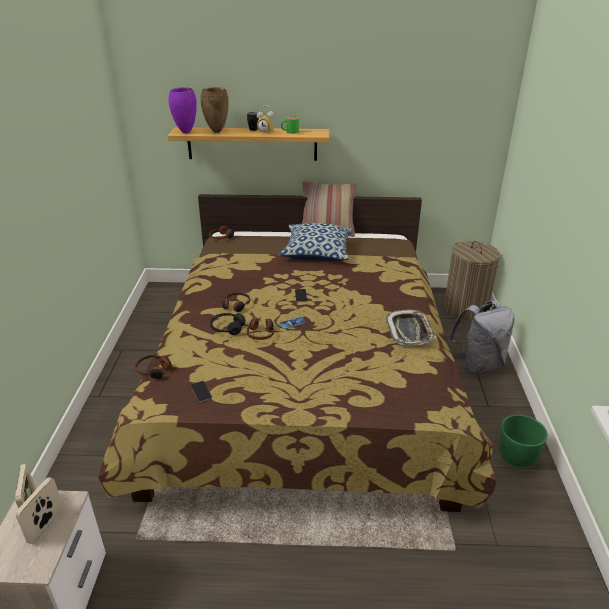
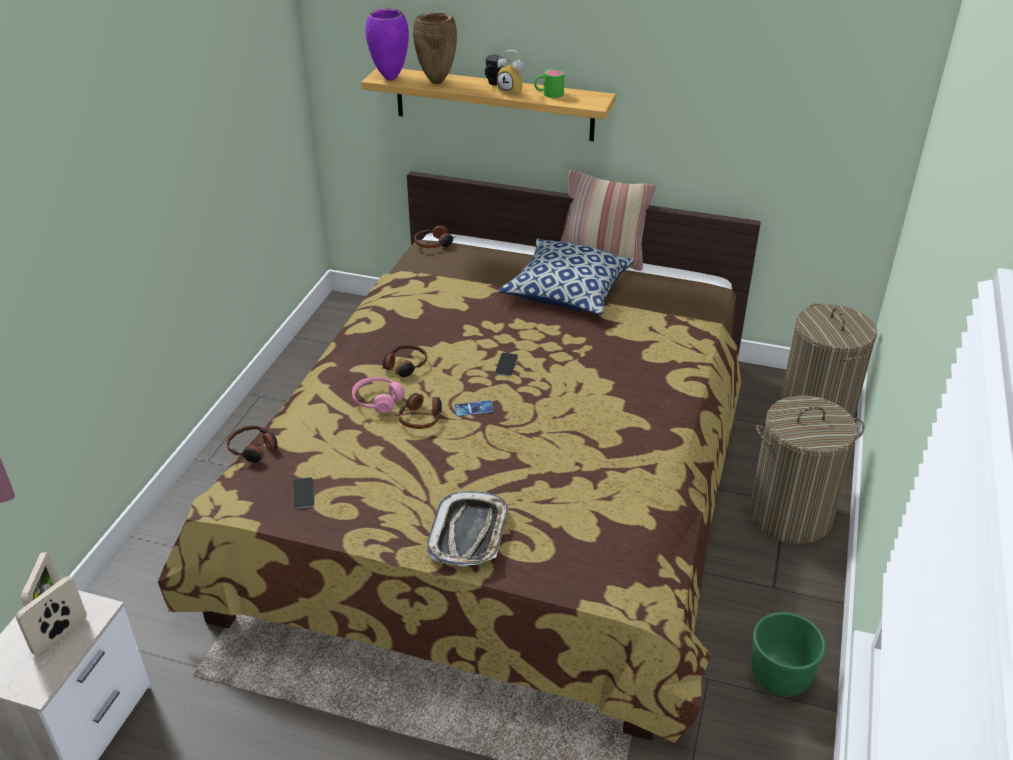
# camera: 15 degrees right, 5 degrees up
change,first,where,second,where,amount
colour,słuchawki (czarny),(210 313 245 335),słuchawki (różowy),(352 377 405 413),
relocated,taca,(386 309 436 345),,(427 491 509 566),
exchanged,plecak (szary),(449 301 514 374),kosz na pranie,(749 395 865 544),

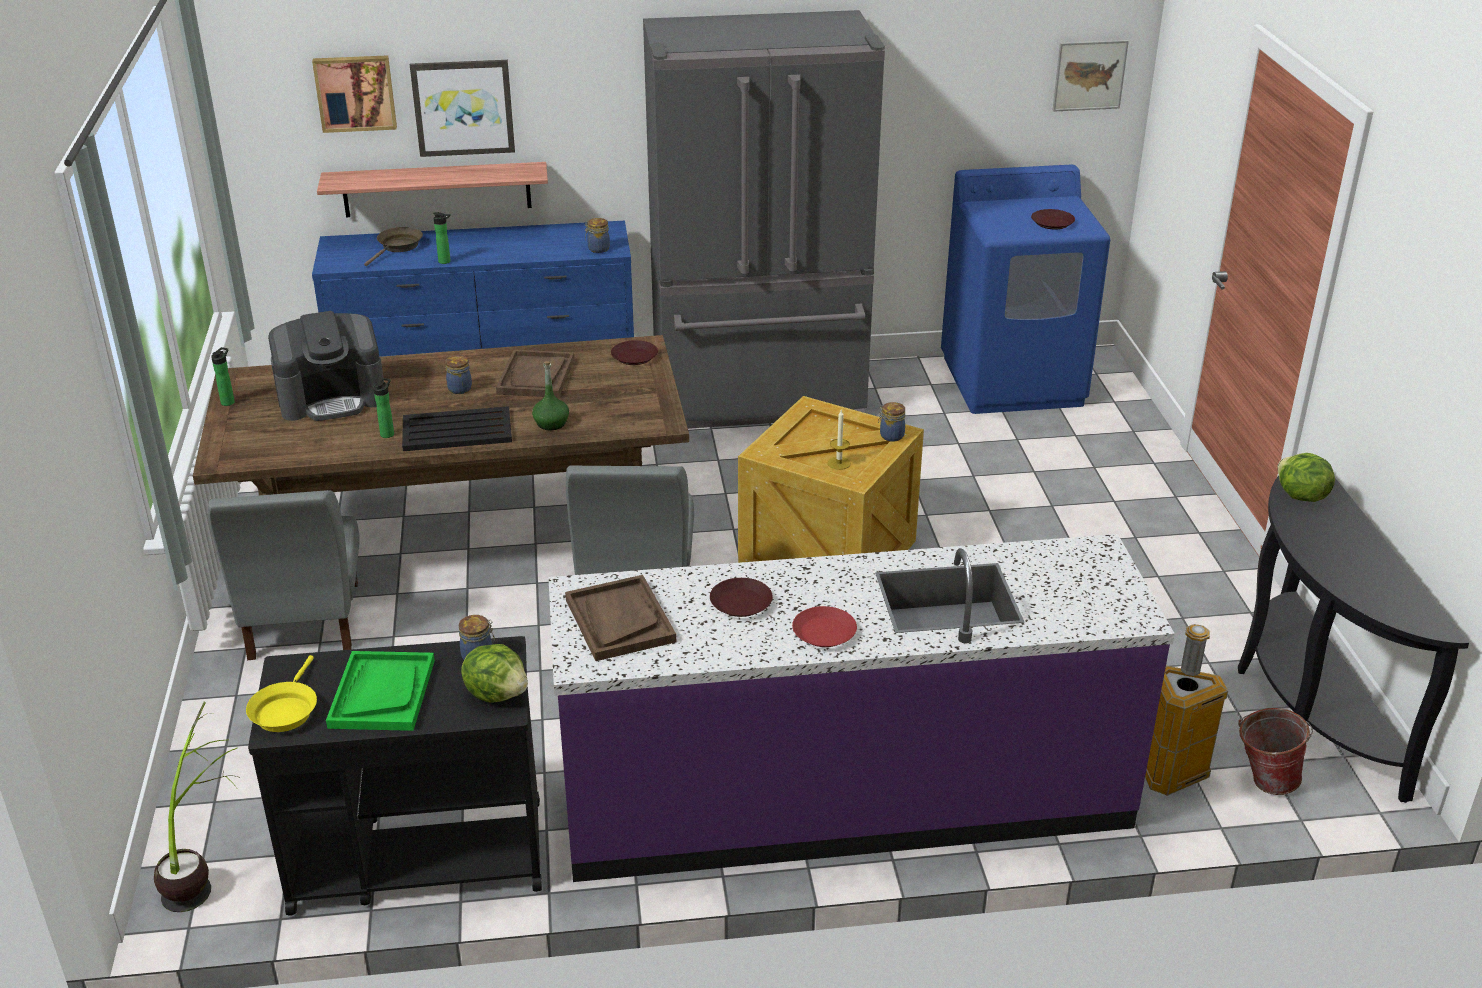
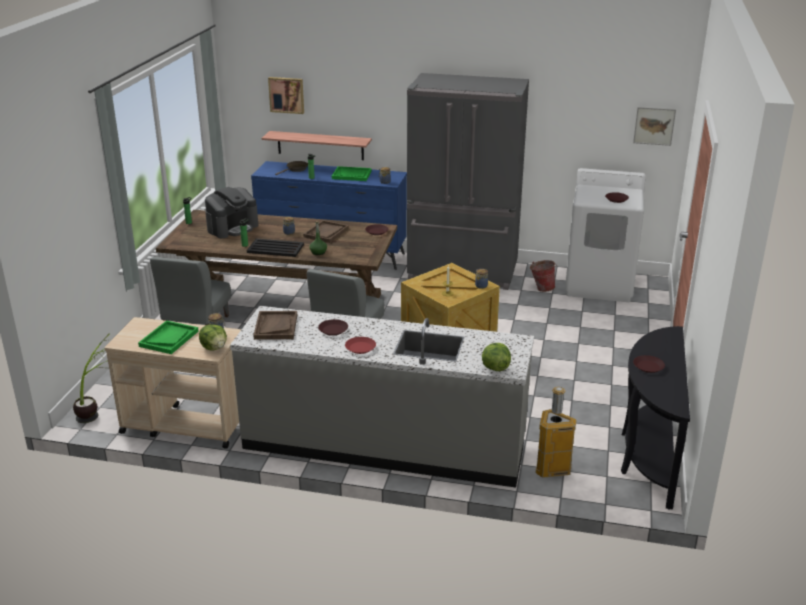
# camera: 20 degrees right, 5 degrees down
change,first,where,second,where,amount
colour,wózek (czarny),(248 636 542 916),wózek (beżowy),(105 317 241 448),
spun,ekspres do kawy,(268 311 384 421),,(205 187 258 238),45 degrees counterclockwise
colour,zabudowa kuchenna (fioletowy),(548 534 1175 882),zabudowa kuchenna (szary),(230 306 534 488),
appeared,,,taca (zielony),(332 166 372 181),
relocated,sałata,(1278 453 1335 502),,(482 343 511 371),
relocated,wiadro,(1238 708 1313 795),,(530 260 557 292),
colour,pralka (niebieski),(941 165 1110 414),pralka (biały),(565 168 646 302),
appeared,,,talerz (brązowy),(633 355 665 373),
missing,patelnia (żółty),(246 655 317 732),,,
missing,obraz,(410 60 515 157),,,

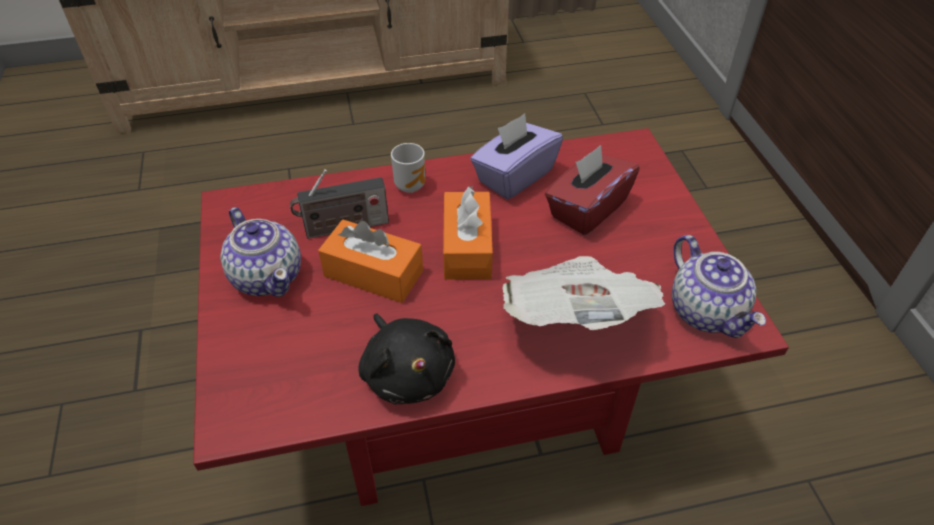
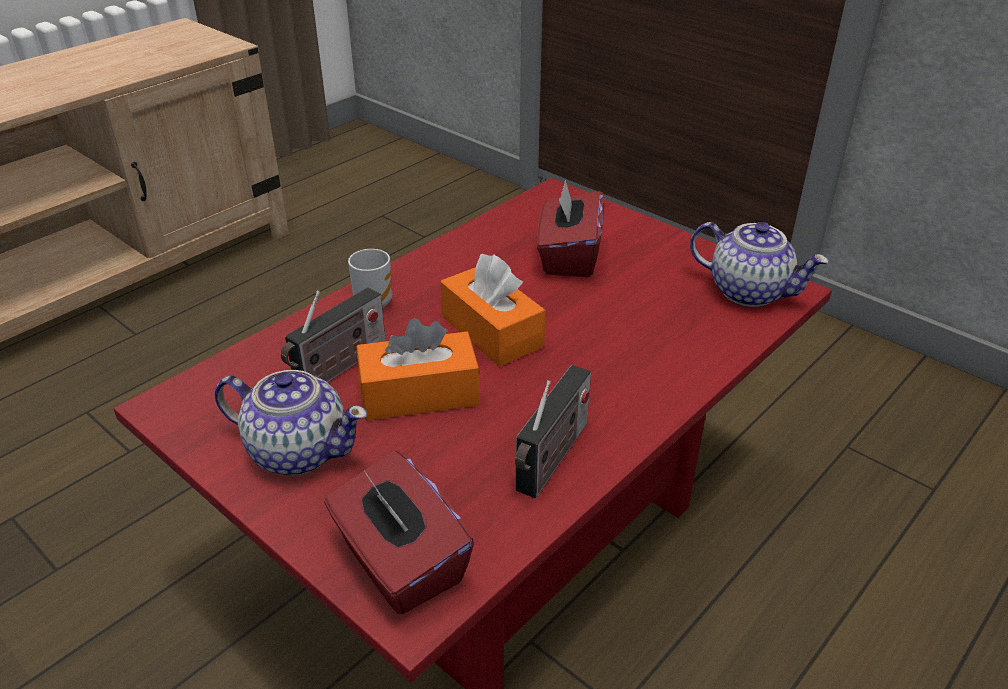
# camera: 35 degrees left, 10 degrees down
change,first,where,second,where,amount
appeared,,,pudełko chusteczek (czerwony),(324 451 474 615),
exchanged,pluszak (czarny),(358 313 455 404),radio,(515 365 591 498),
missing,pudełko chusteczek (fioletowy),(470 114 563 199),,,
missing,gazeta,(502 256 665 330),,,

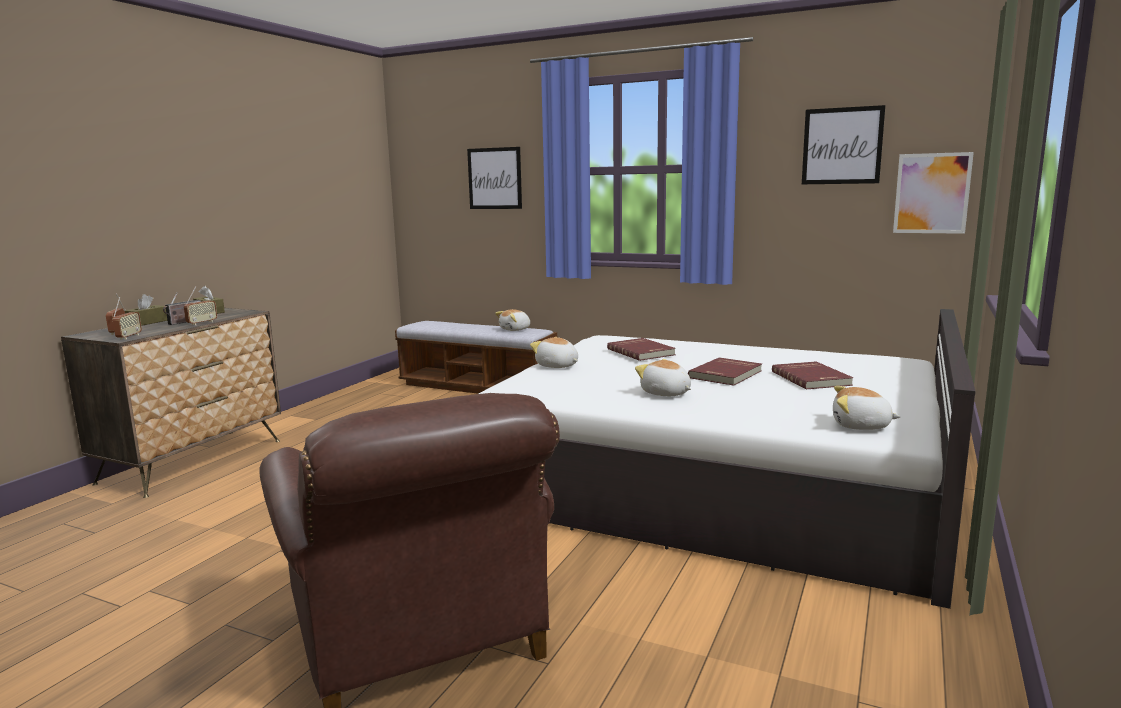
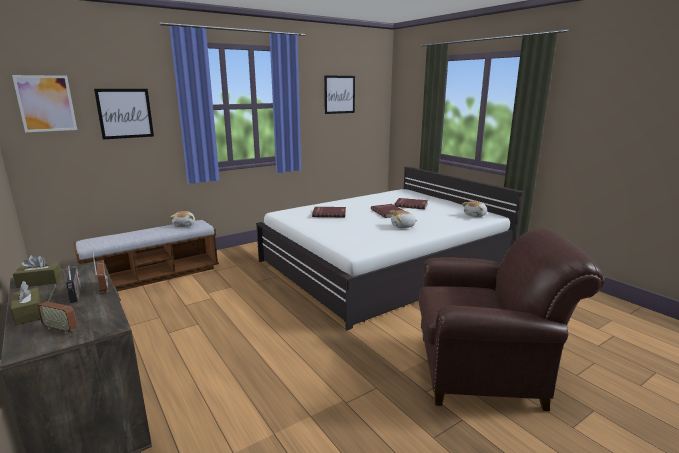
# camera: 60 degrees left, 5 degrees up
change,first,where,second,where,amount
relocated,obraz,(893 152 974 234),,(12 75 77 132),
missing,radio,(112 297 142 339),,,
missing,pluszak,(530 337 578 368),,,

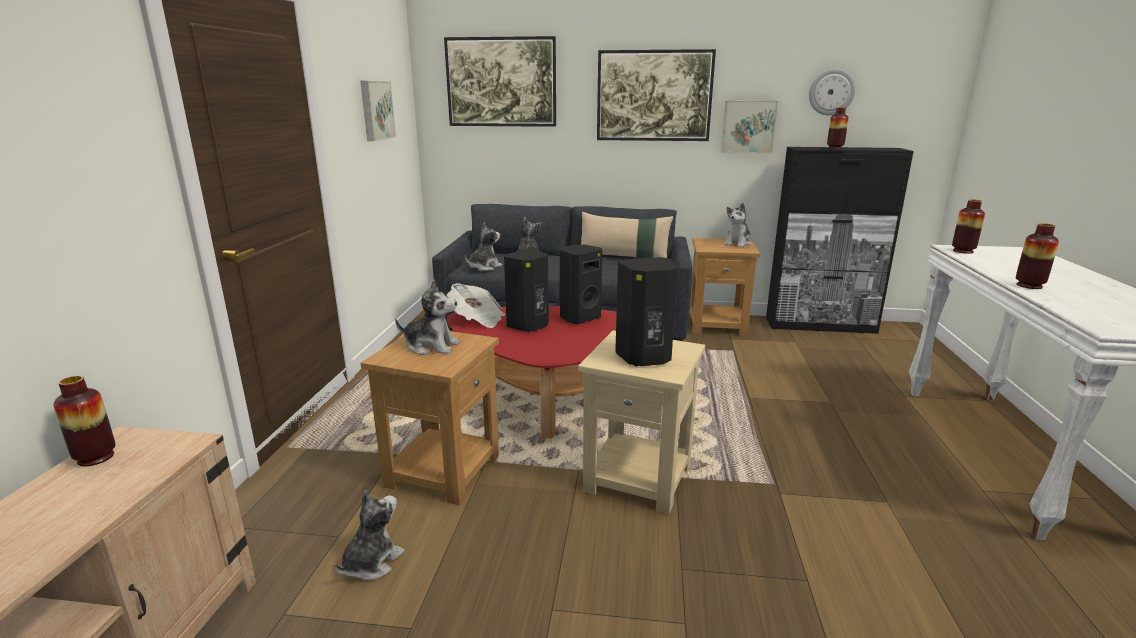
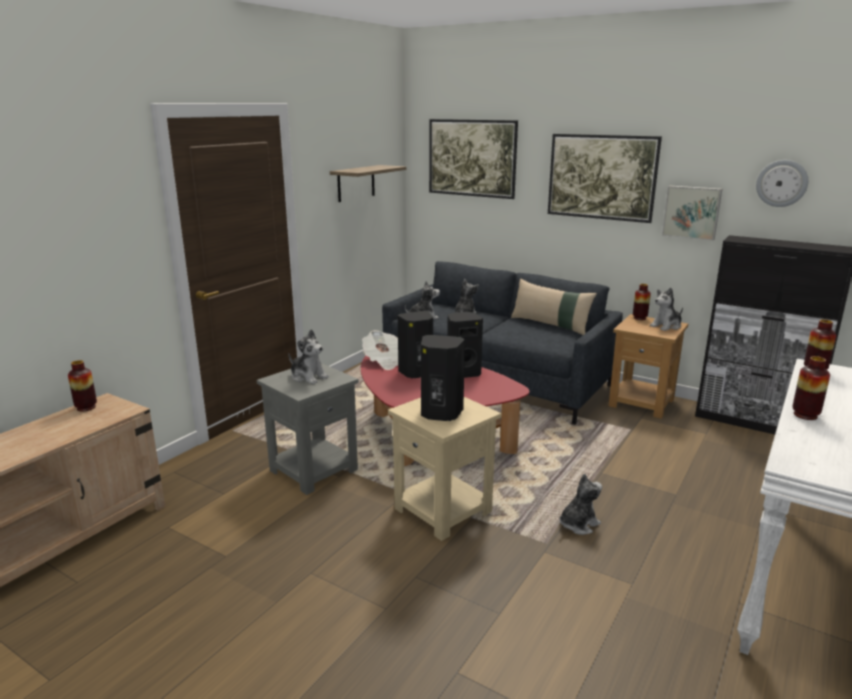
# camera: 25 degrees right, 0 degrees up
change,first,where,second,where,amount
colour,stolik (brązowy),(360 331 499 505),stolik (szary),(257 363 359 495),
exchanged,obraz,(361 81 396 141),półka,(330 165 406 202),
relocated,pluszak,(334 490 405 581),,(560 473 602 535),
relocated,wazon,(827 108 849 149),,(633 284 651 320),

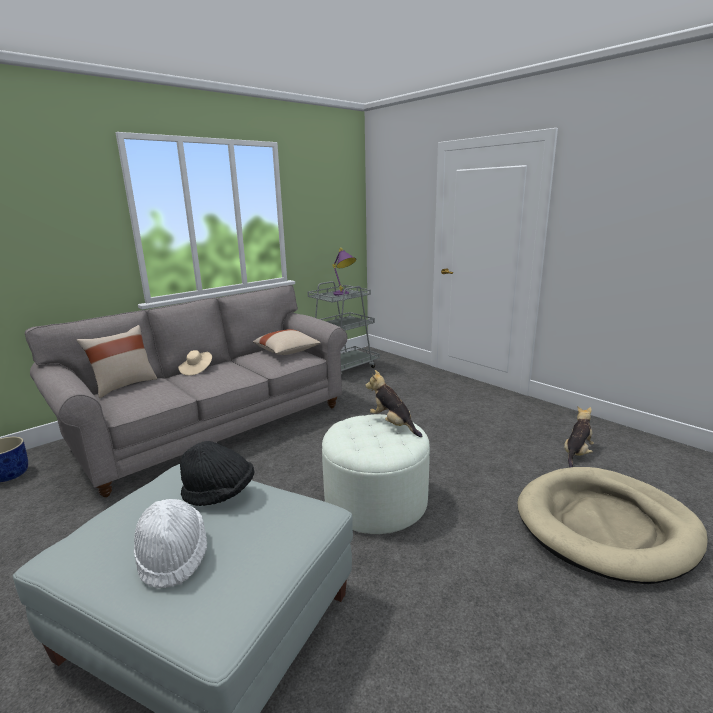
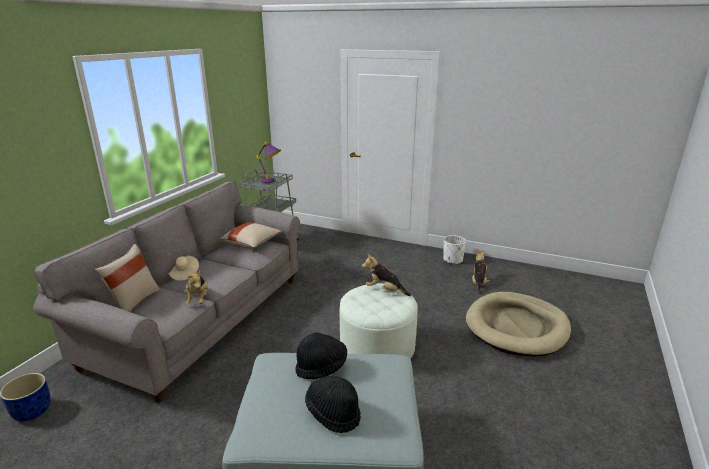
# camera: 25 degrees left, 5 degrees up
change,first,where,second,where,amount
appeared,,,pluszak,(184 271 208 304),
colour,kapelusz (biały),(134 499 207 589),kapelusz (czarny),(305 376 361 433),
appeared,,,donica (biały),(443 235 466 265),

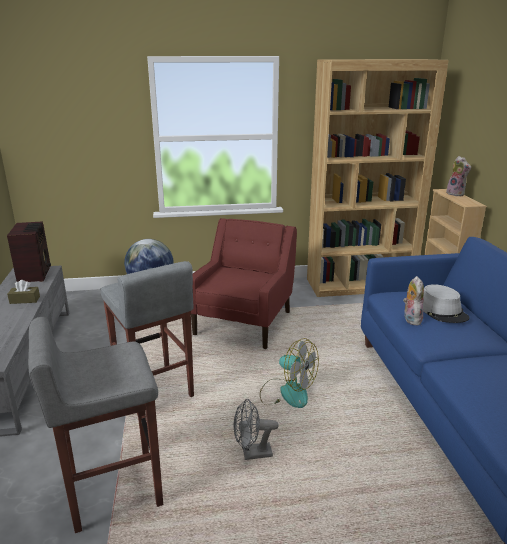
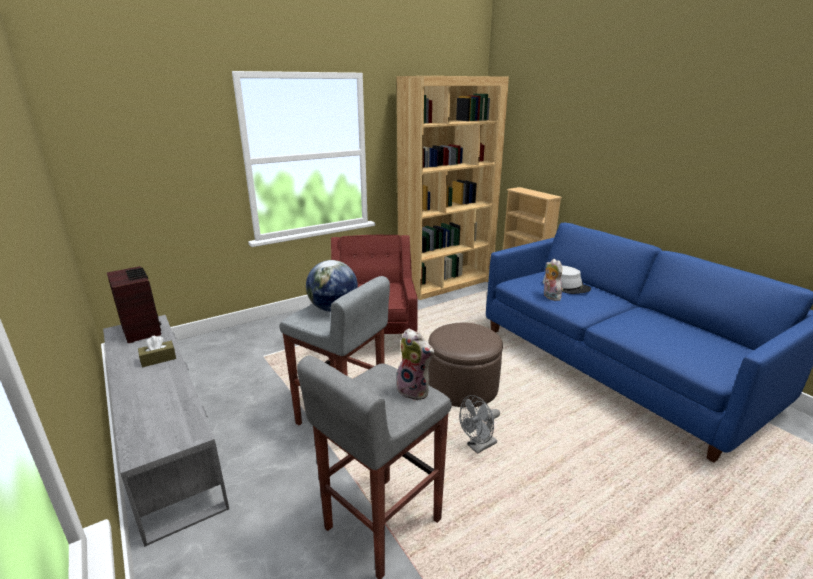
# camera: 25 degrees left, 0 degrees up
change,first,where,second,where,amount
relocated,pluszak,(446 156 471 196),,(396 328 435 401),
exchanged,wentylator,(260 338 319 408),pufa (brązowy),(428 322 503 408),

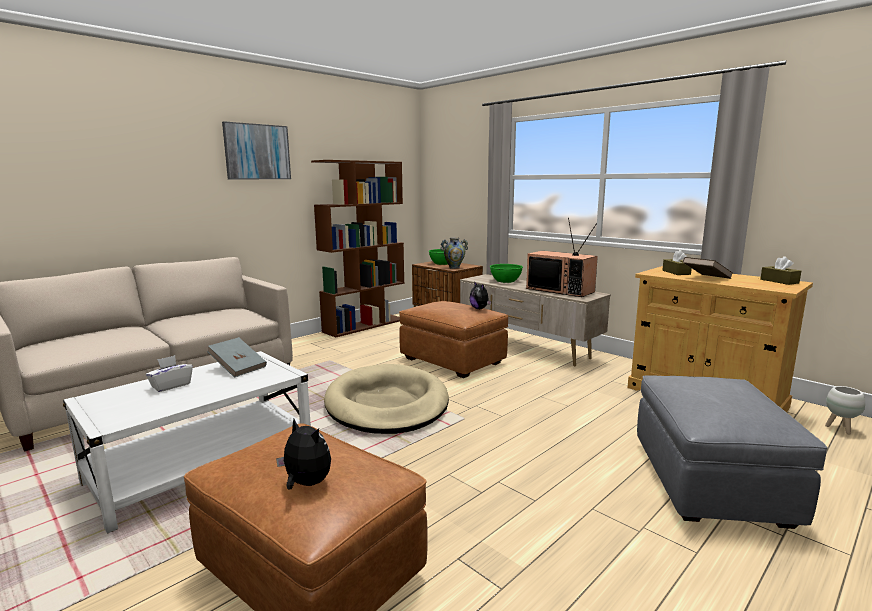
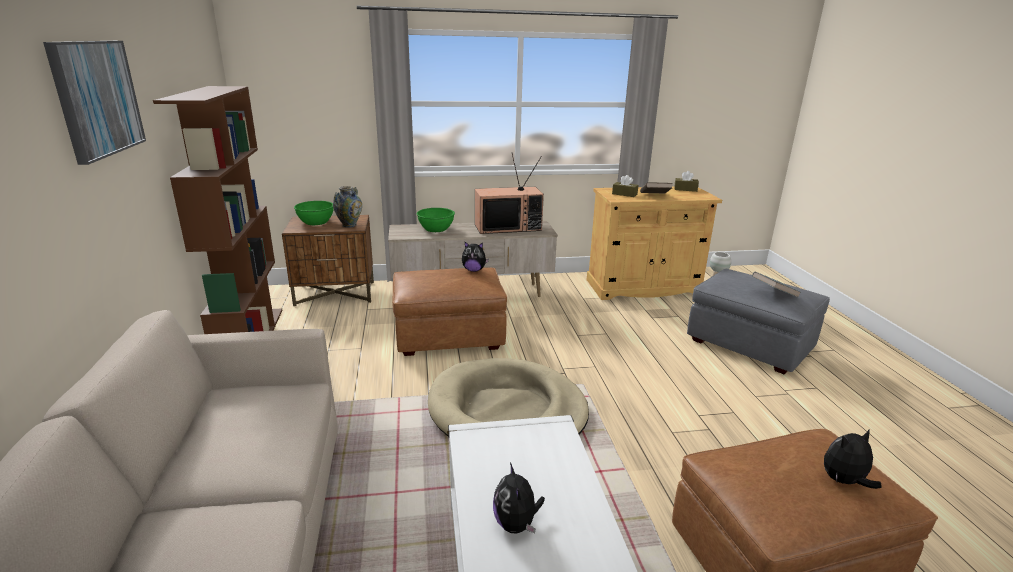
# camera: 55 degrees left, 10 degrees up
change,first,where,second,where,amount
exchanged,pudełko chusteczek (biały),(146 355 193 392),pluszak,(493 462 545 534),
relocated,książka (szary),(207 337 267 378),,(752 272 802 298),

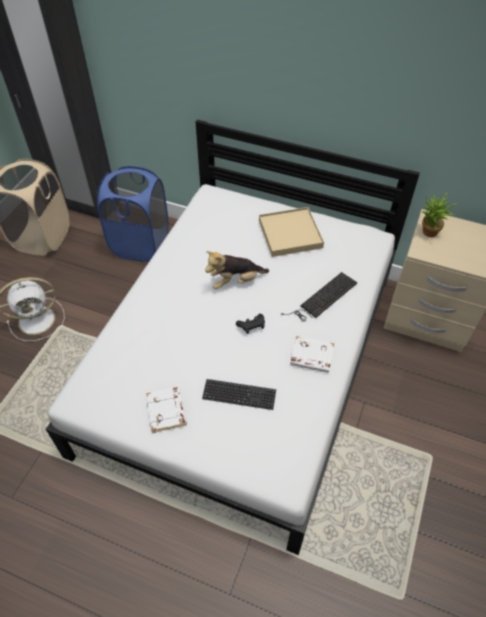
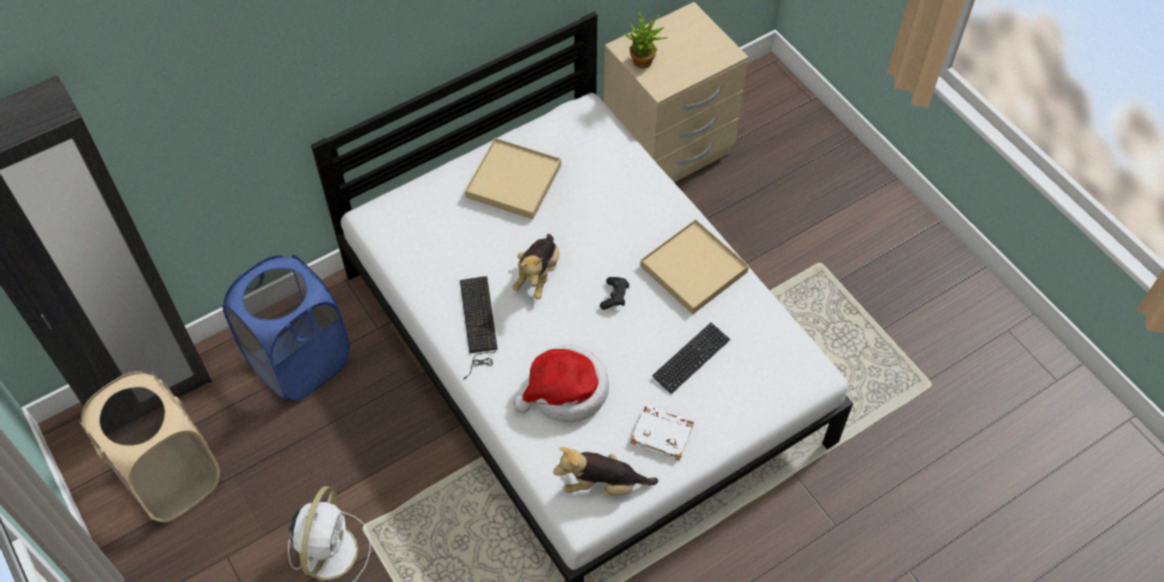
# camera: 55 degrees left, 5 degrees up
change,first,where,second,where,amount
relocated,klawiatura,(281 272 357 322),,(460 276 498 380),
appeared,,,kapelusz,(513 345 609 422),
appeared,,,pluszak,(553 447 658 496),
exchanged,książka (biały),(290 336 334 373),taca (beżowy),(640 219 749 314),

